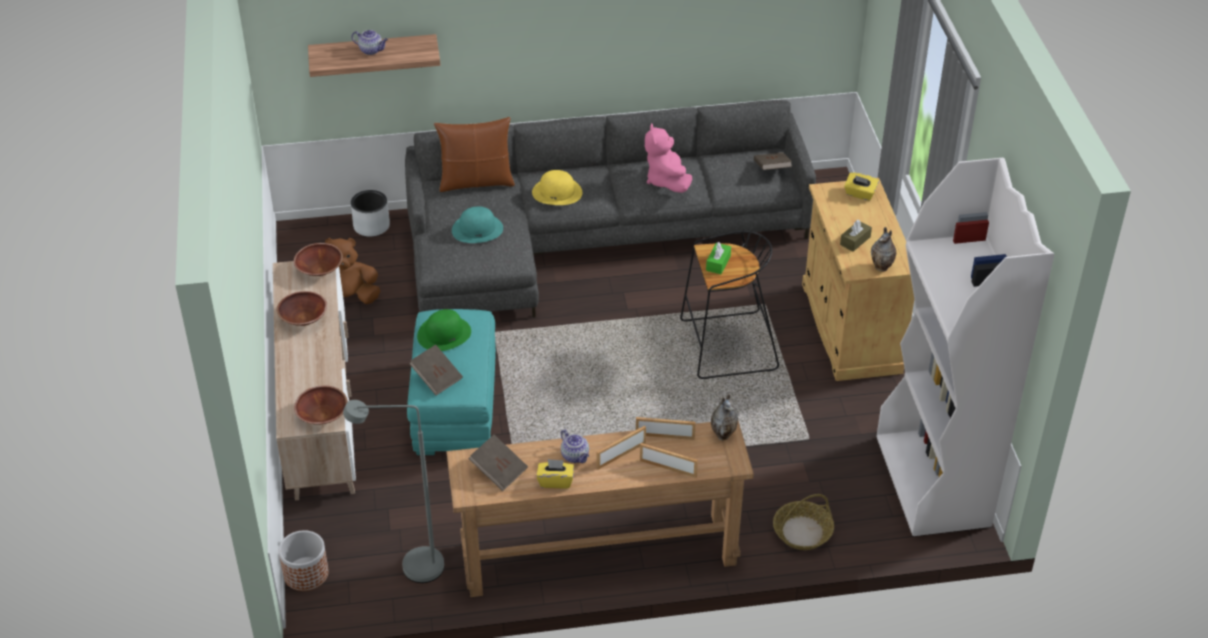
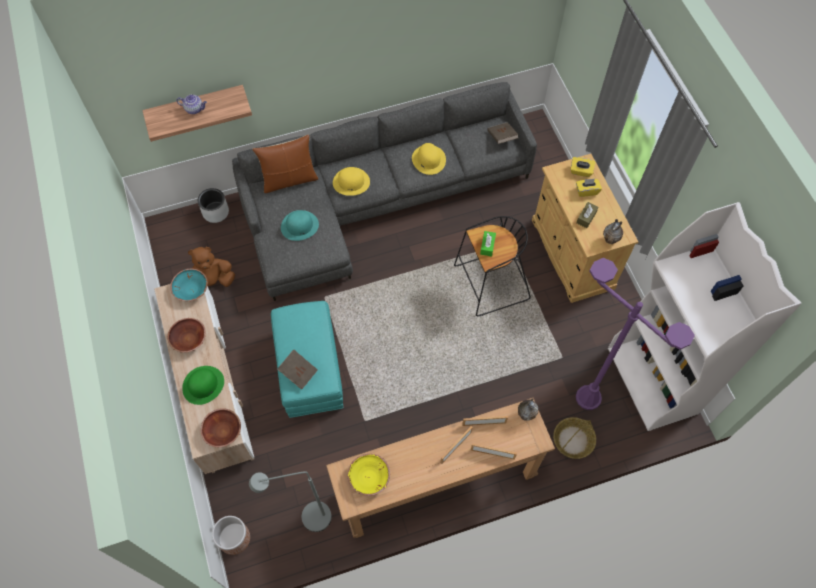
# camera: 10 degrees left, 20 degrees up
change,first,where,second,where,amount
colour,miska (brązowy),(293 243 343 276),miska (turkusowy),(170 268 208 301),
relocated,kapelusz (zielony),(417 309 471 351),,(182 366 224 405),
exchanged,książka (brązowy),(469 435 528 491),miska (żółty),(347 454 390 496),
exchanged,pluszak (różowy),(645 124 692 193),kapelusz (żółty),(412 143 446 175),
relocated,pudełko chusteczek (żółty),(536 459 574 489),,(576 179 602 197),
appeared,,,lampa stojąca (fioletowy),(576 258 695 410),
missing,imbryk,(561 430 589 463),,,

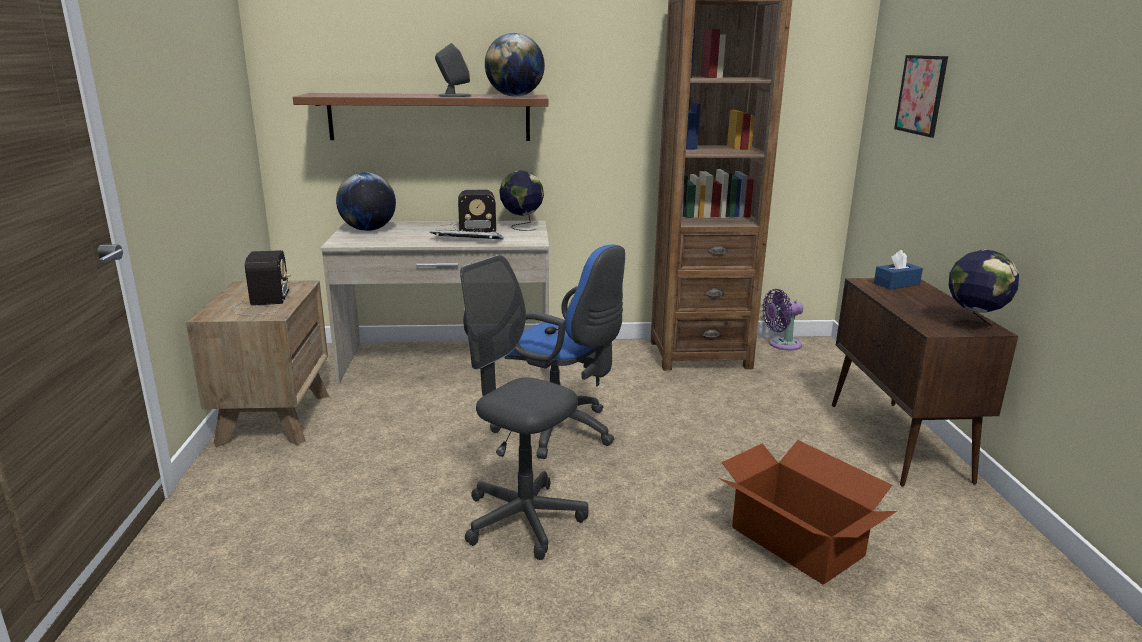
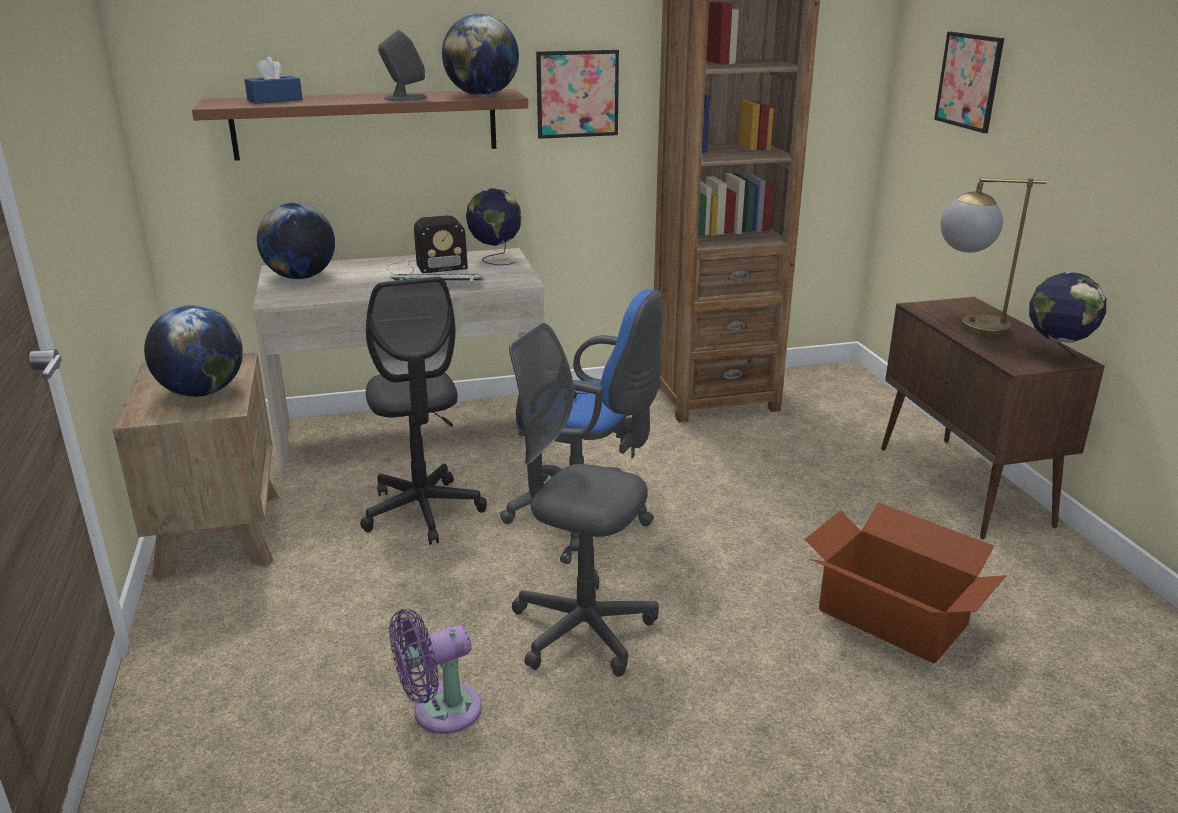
# camera: 10 degrees left, 5 degrees up
change,first,where,second,where,amount
exchanged,radio,(222 250 291 315),globus,(144 305 243 397),
relocated,pudełko chusteczek (niebieski),(874 250 923 289),,(244 57 303 104),
appeared,,,krzesło biurowe (czarny),(360 277 487 545),
relocated,wentylator (fioletowy),(762 289 803 351),,(389 609 482 734),
appeared,,,obraz,(536 50 619 139),
appeared,,,lampa stołowa,(940 178 1047 338),

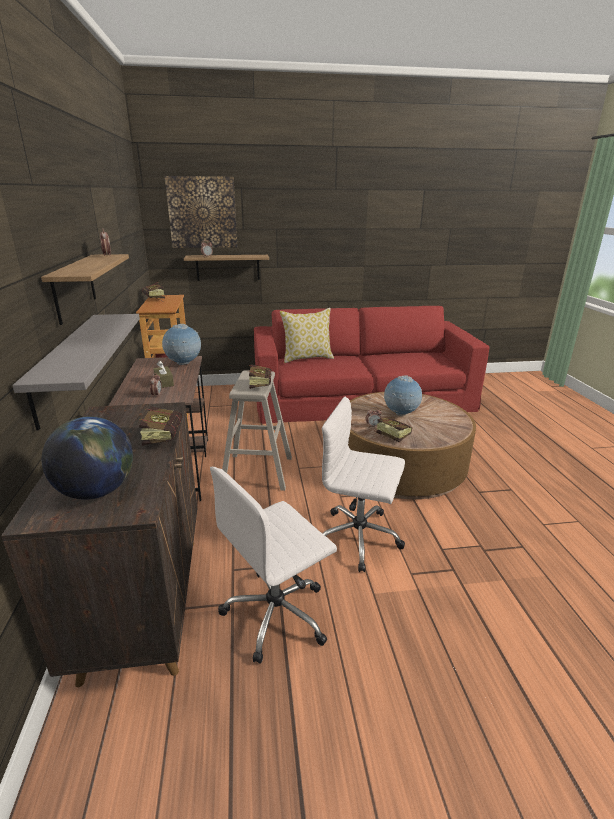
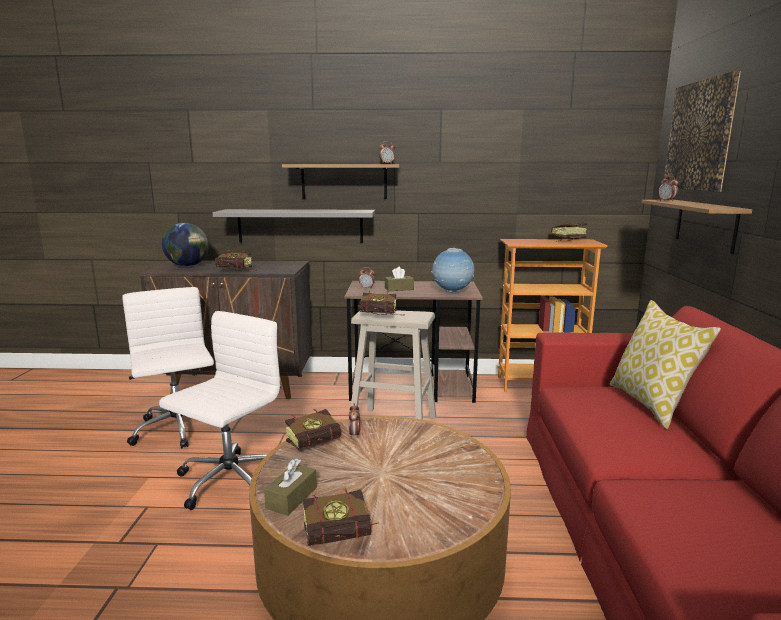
# camera: 100 degrees right, 10 degrees down
change,first,where,second,where,amount
appeared,,,pudełko chusteczek (brązowy),(264 458 317 516),
appeared,,,książka,(303 488 379 546),
missing,globus,(384 375 422 416),,,

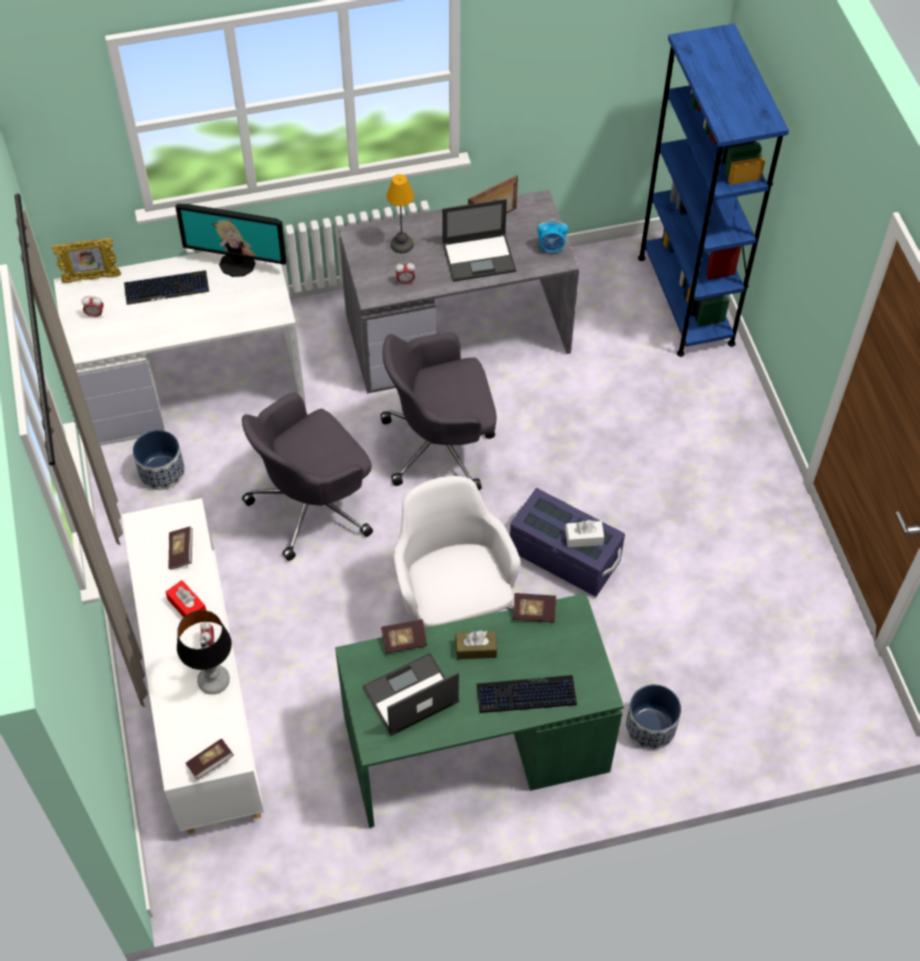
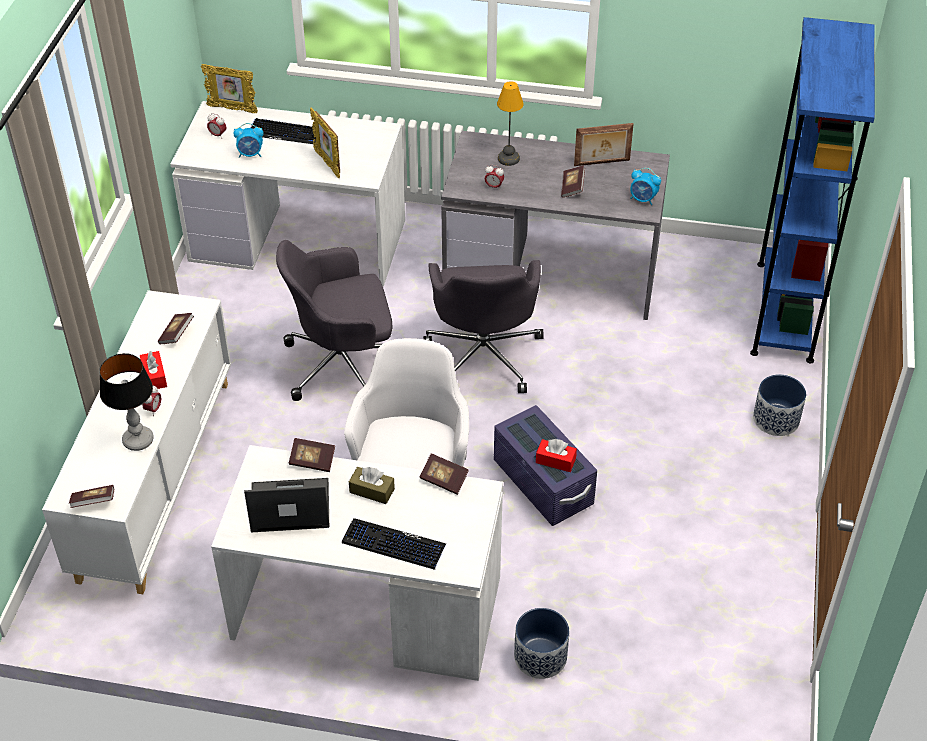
# camera: 25 degrees right, 10 degrees down
change,first,where,second,where,amount
colour,biurko (zielony),(335 593 624 828),biurko (biały),(211 445 503 681),
appeared,,,budzik,(233 123 264 158),
appeared,,,ramka na zdjęcie,(310 107 340 178),
spun,krzesło biurowe (szary),(380 333 497 490),,(423 260 543 393),105 degrees counterclockwise
colour,pudełko chusteczek (biały),(565 520 604 548),pudełko chusteczek (czerwony),(536 439 577 472),
exchanged,laptop,(442 199 516 282),książka,(561 165 585 198),
relocated,donica,(133 430 185 490),,(753 374 806 436),
missing,monitor,(175 204 287 277),,,

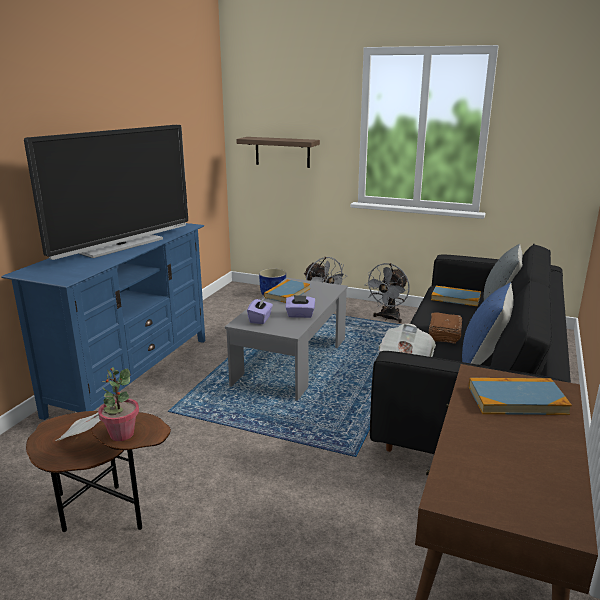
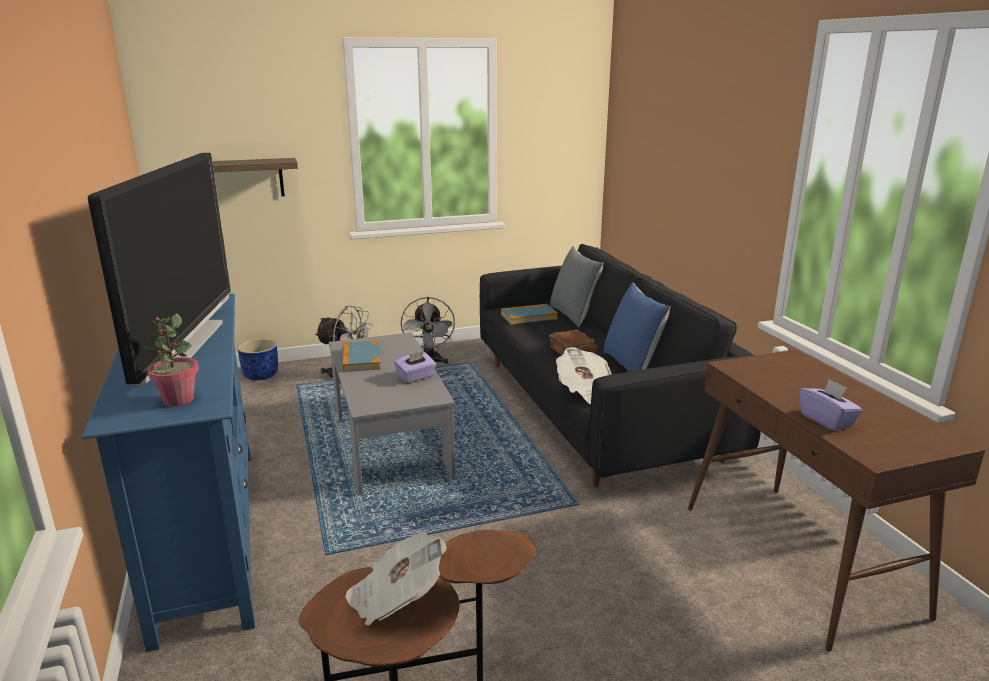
# camera: 40 degrees left, 0 degrees up
change,first,where,second,where,amount
relocated,roślina doniczkowa,(98 367 139 441),,(144 314 199 406),
relocated,pudełko chusteczek (fioletowy),(247 297 273 324),,(799 379 862 431),
missing,książka,(469 378 572 415),,,

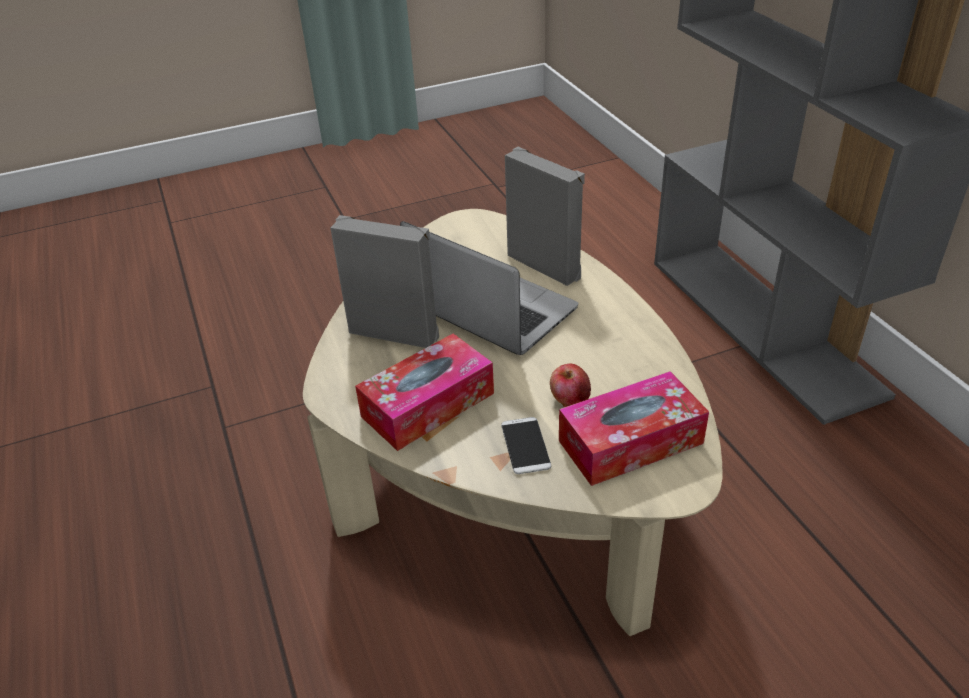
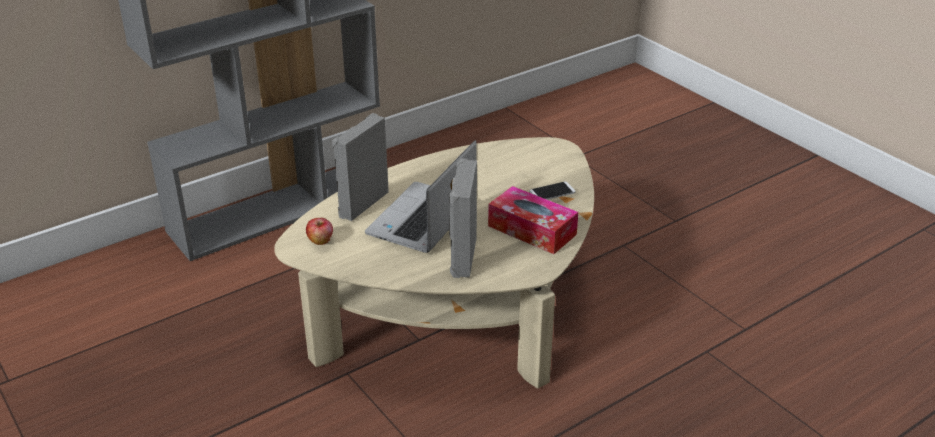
# camera: 105 degrees left, 5 degrees down
change,first,where,second,where,amount
relocated,jabłko,(550 363 591 407),,(306 218 333 245),
missing,pudełko chusteczek,(559 371 709 486),,,

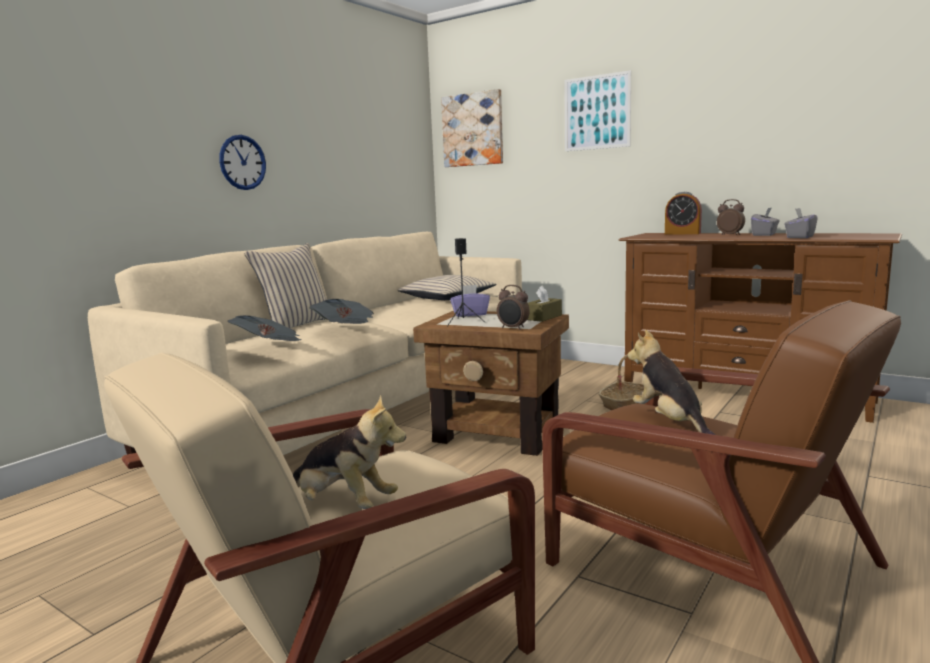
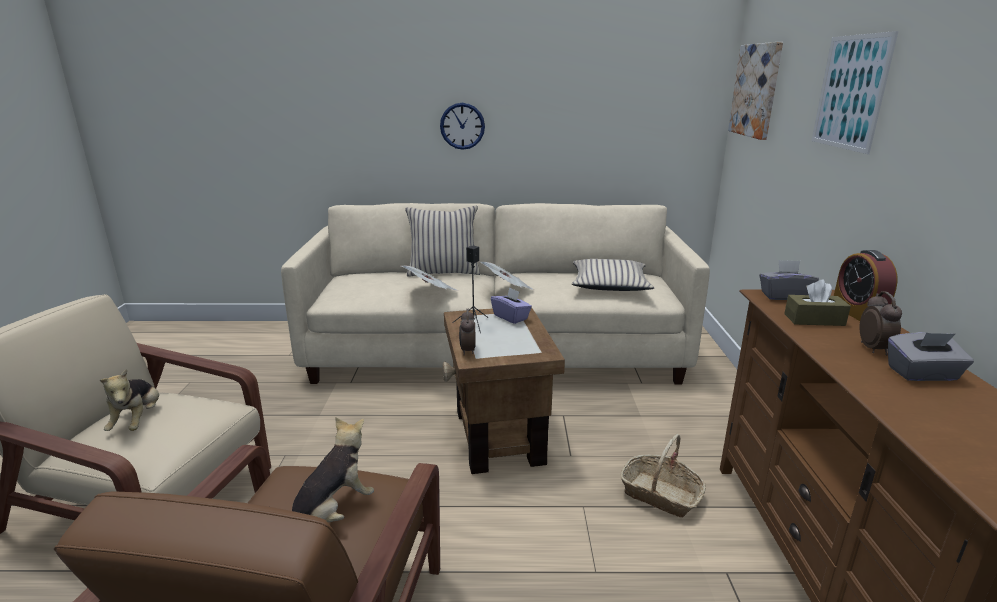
# camera: 55 degrees right, 10 degrees up
change,first,where,second,where,amount
relocated,gazeta,(227 315 302 341),,(480 262 535 290),
relocated,pudełko chusteczek (szary),(784 208 818 238),,(759 260 819 300),
relocated,pudełko chusteczek (brązowy),(527 285 562 322),,(784 279 851 326),

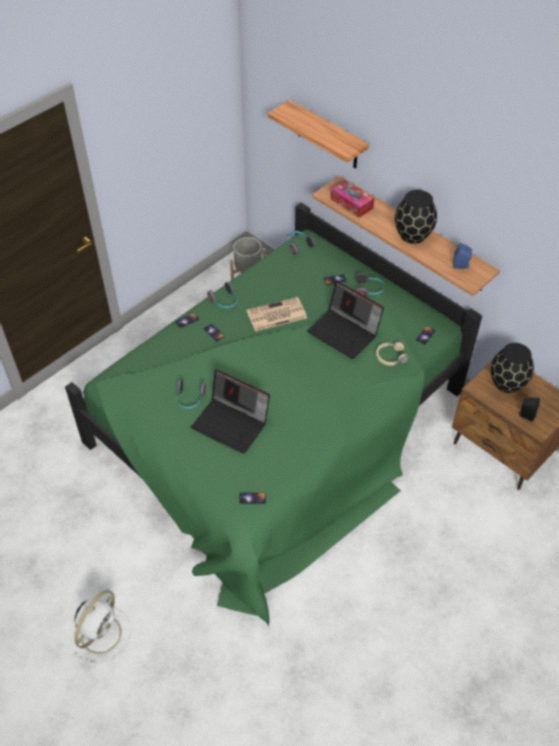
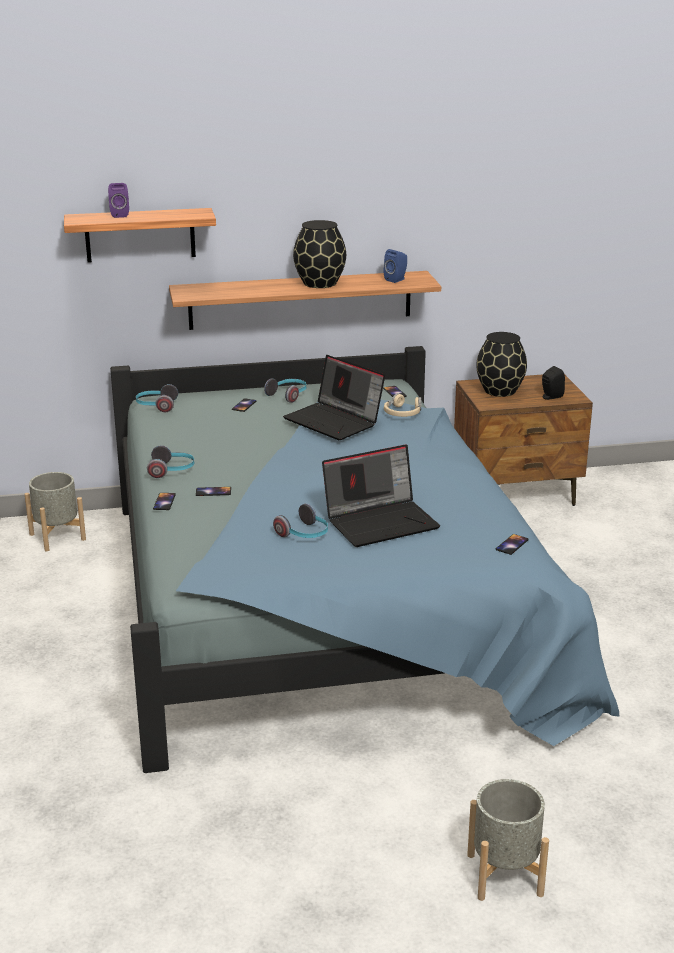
# camera: 55 degrees left, 25 degrees down
change,first,where,second,where,amount
appeared,,,głośnik (fioletowy),(108 183 129 218),
colour,łóżko (zielony),(65 203 482 626),łóżko (niebieski),(110 346 619 773),
spun,laptop,(307 281 384 359),,(283 355 385 440),60 degrees clockwise
exchanged,wentylator (biały),(74 590 131 663),donica (szary),(467 779 549 901),
missing,gazeta,(247 297 307 331),,,
missing,pudełko chusteczek,(331 180 374 218),,,

